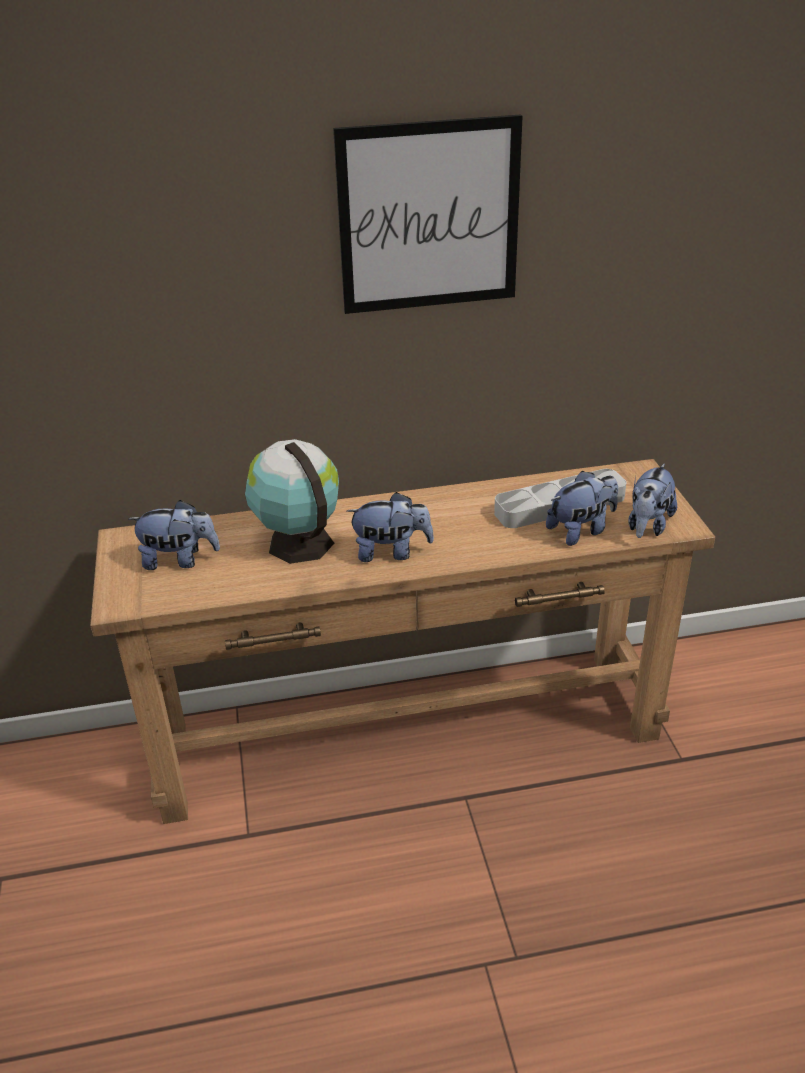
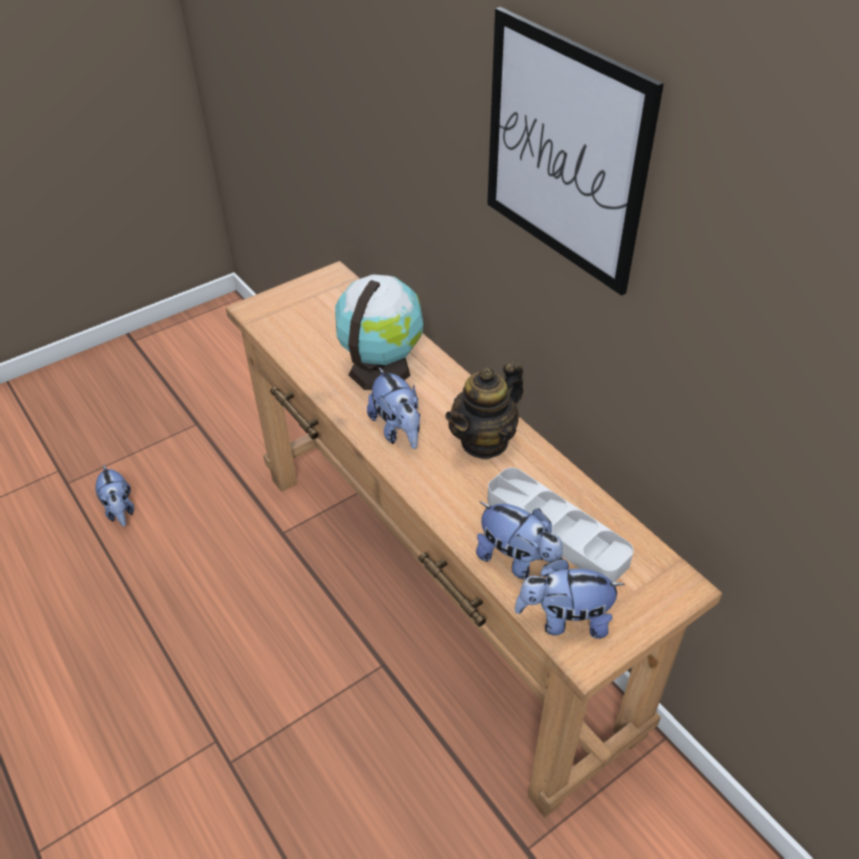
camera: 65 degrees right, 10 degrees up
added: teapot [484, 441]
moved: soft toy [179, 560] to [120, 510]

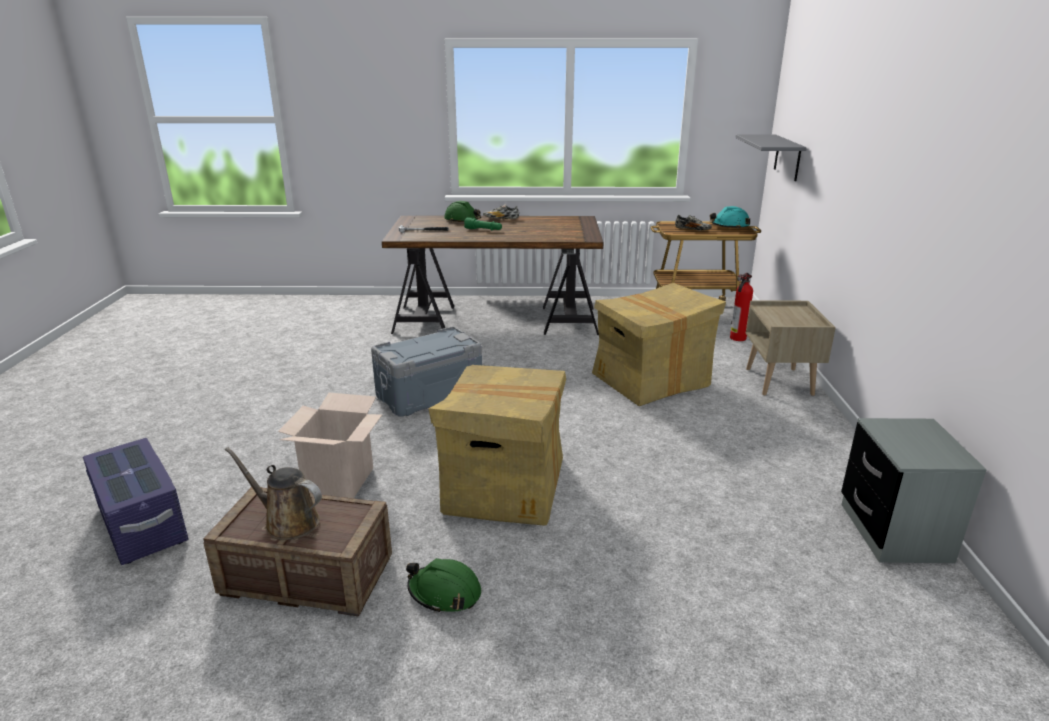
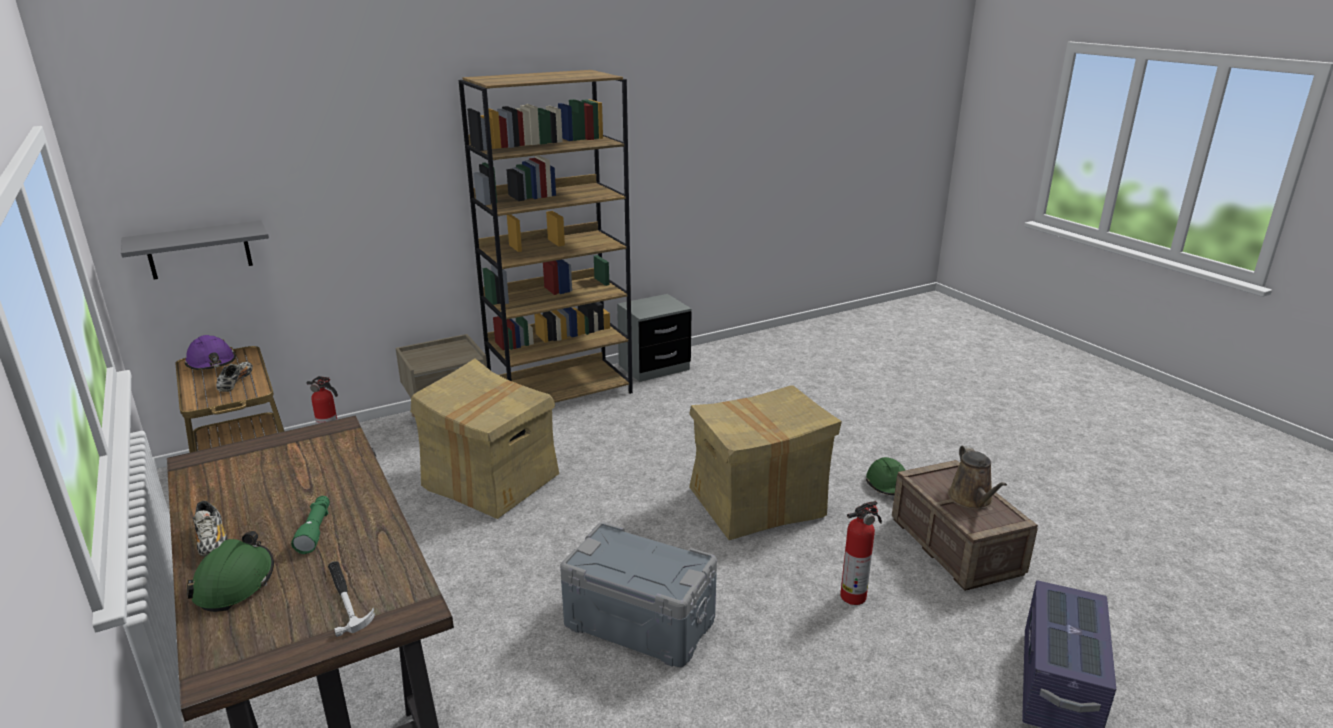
camera: 120 degrees left, 0 degrees up
added: shelving unit (brown) [561, 394]
replaced: carton [339, 481] to fire-fighting cylinder [855, 596]
recoloured: work helmet (blue-green) [729, 226] to work helmet (purple) [212, 363]

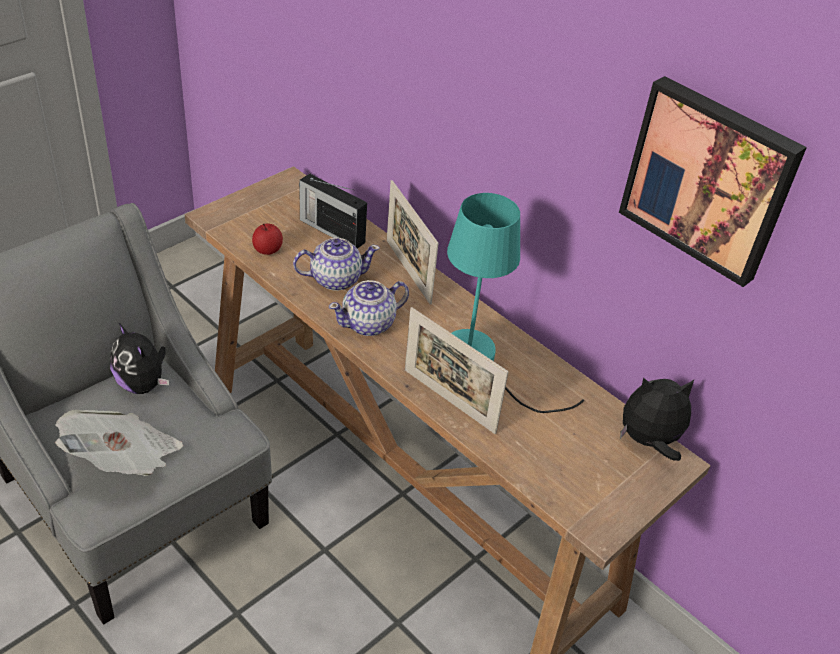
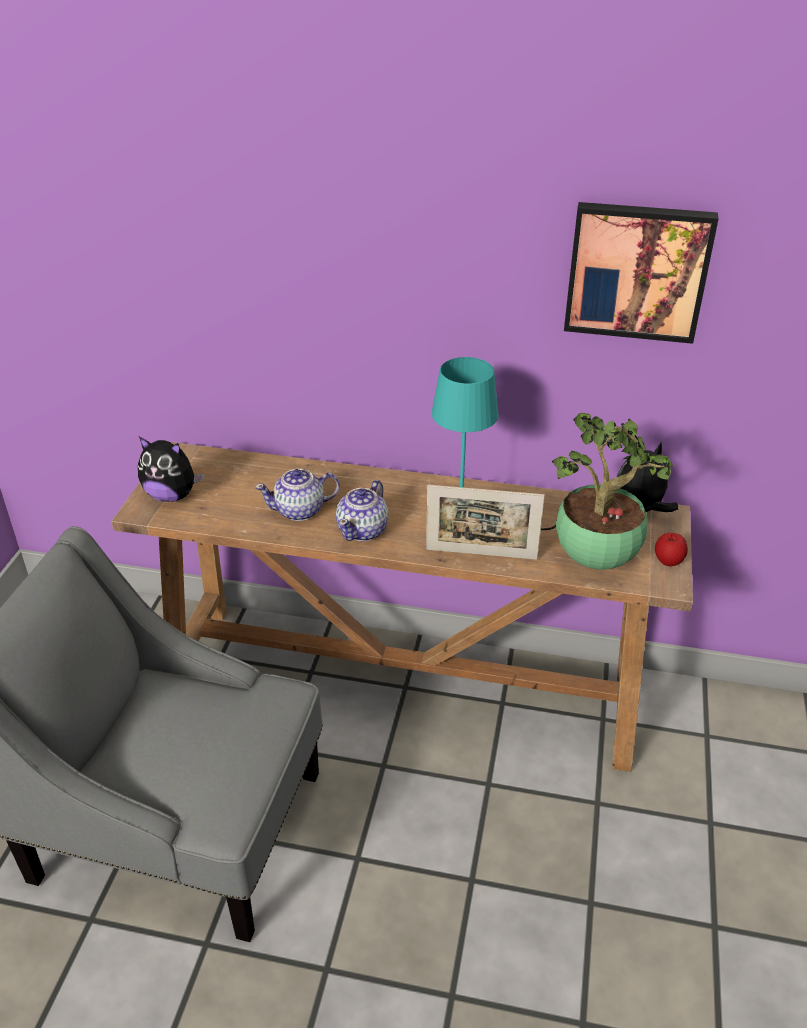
camera: 30 degrees left, 5 degrees down
removed: newspaper [124, 460]; radio set [331, 230]; photo frame [408, 271]
added: potted plant [598, 559]
moved: soft toy [143, 384] to [172, 495]; apple fruit [267, 250] to [668, 560]
turned: teapot [335, 279] = [300, 511] 150 degrees counterclockwise

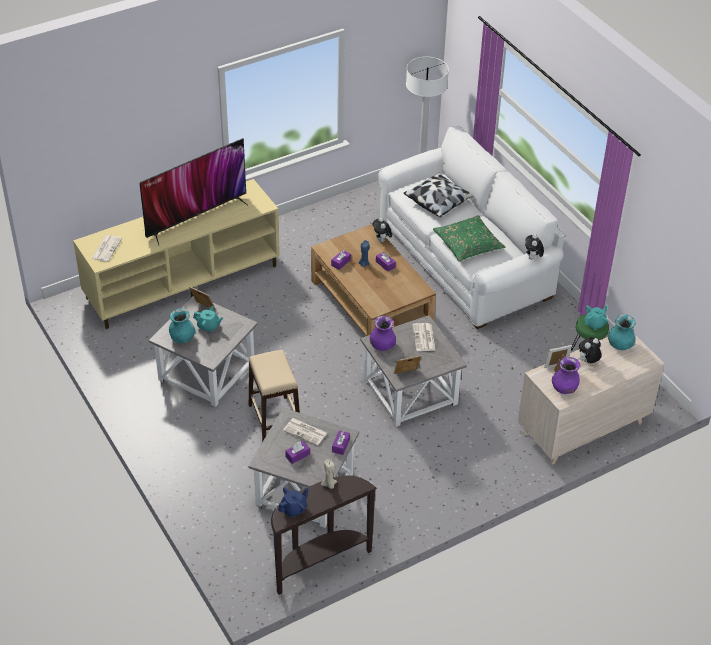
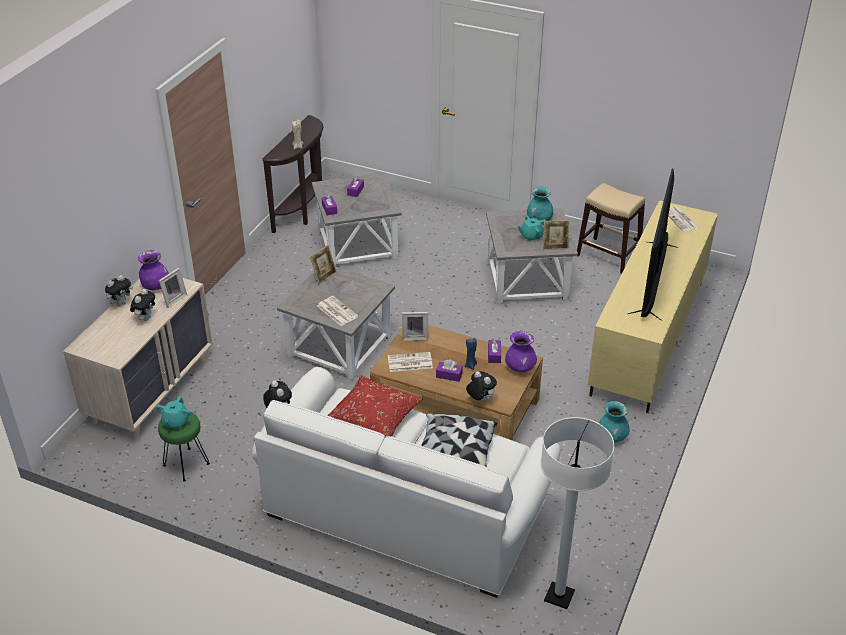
camera: 145 degrees right, 5 degrees down
removed: teapot (blue-coloured) [294, 509]
added: soft toy [121, 303]; photo frame [415, 336]
moved: newspaper [306, 432] to [409, 362]; decorative vase (purple) [382, 346] to [520, 367]; sitting stool (beige-coloured) [274, 420] to [608, 255]; decorative vase (blue-green) [620, 345] to [612, 436]
recoloured: cushion (green) [468, 244] to cushion (red) [373, 417]

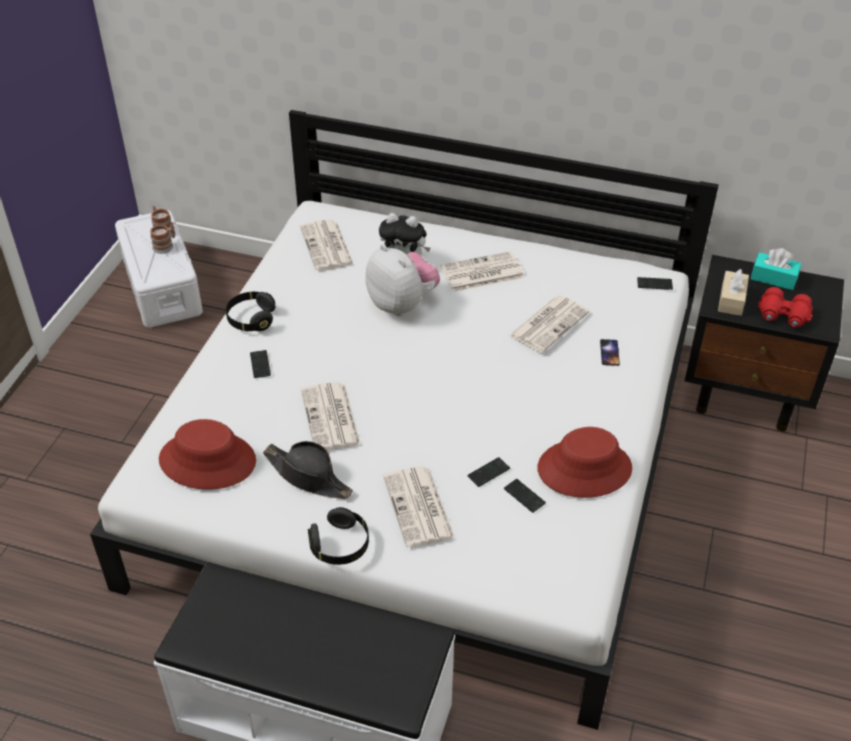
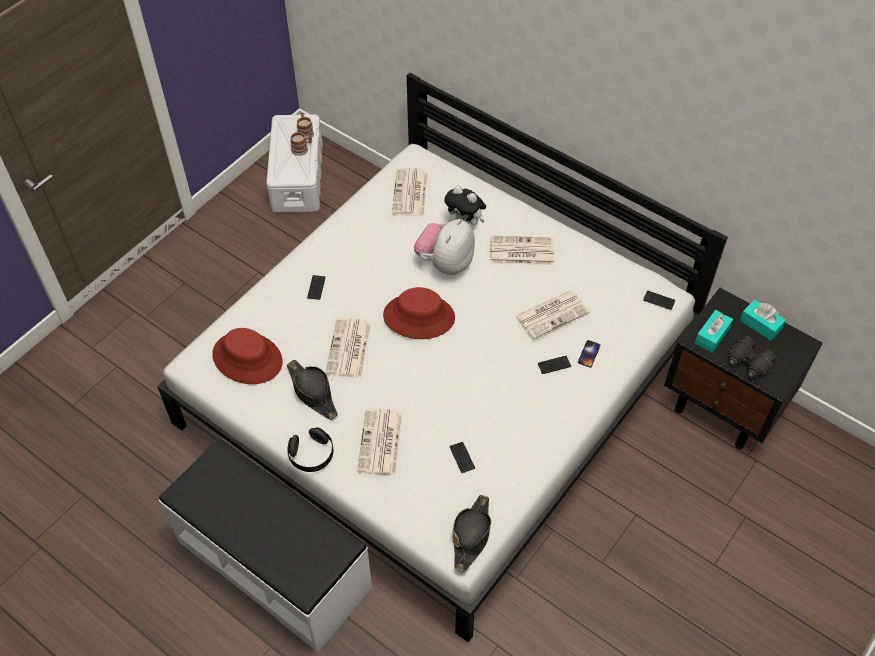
camera: 20 degrees right, 10 degrees up
removed: pair of headphones (black-coloured) [251, 319]
added: hat (black-coloured) [471, 535]
moved: hat (red) [584, 468] to [419, 316]; telephone [488, 473] to [554, 365]
recoloured: tissue holder (beige-coloured) [731, 300] to tissue holder (blue-green) [712, 336]; pair of binoculars (red) [783, 316] to pair of binoculars (black-coloured) [748, 363]
turned: soft toy [402, 304] = [445, 263] 135 degrees counterclockwise

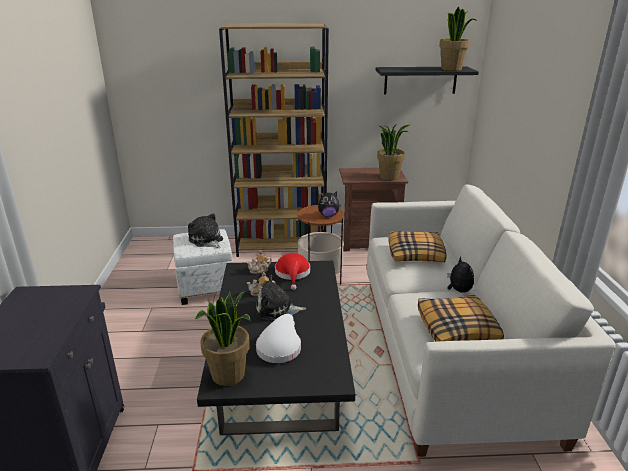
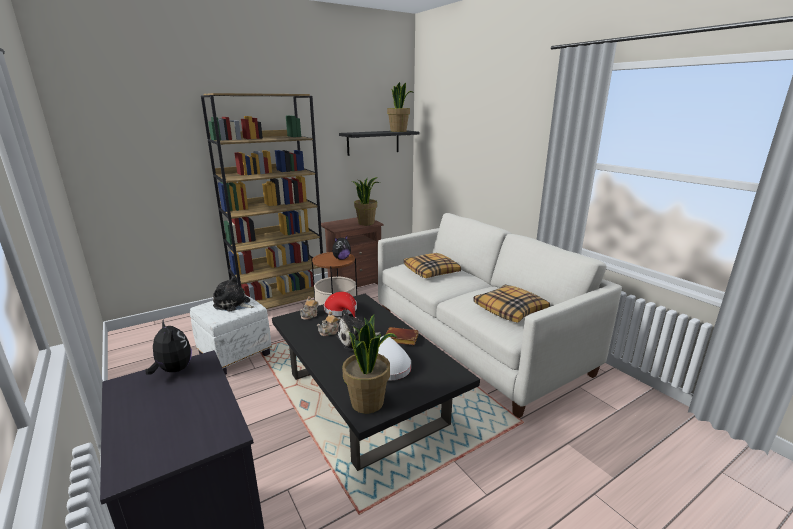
camera: 30 degrees left, 5 degrees down
added: book (brown) [400, 339]
moved: soft toy [458, 290] to [173, 370]

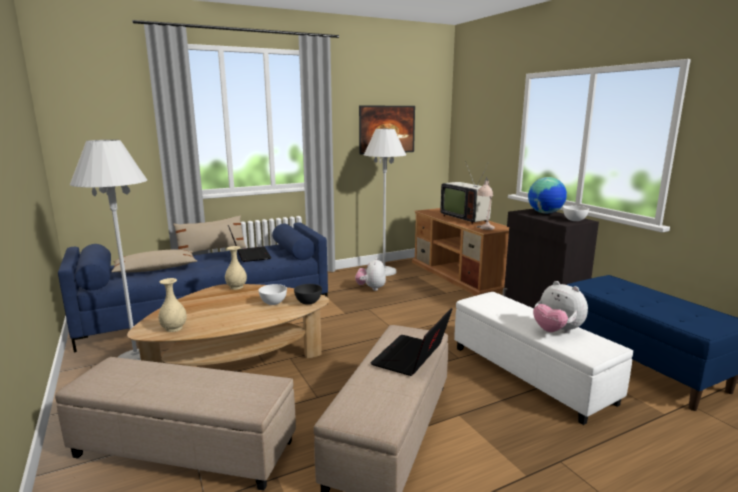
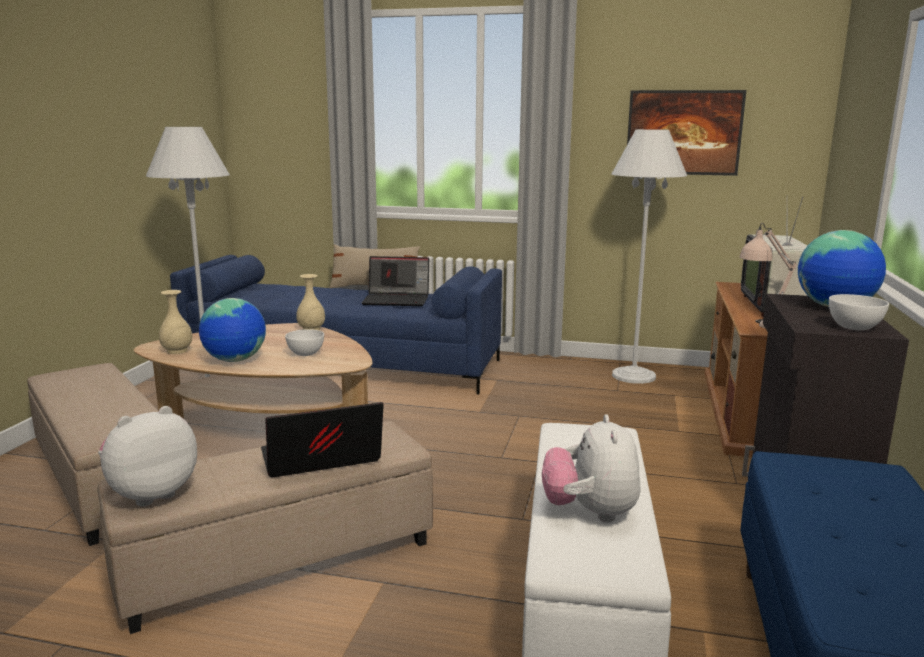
camera: 40 degrees right, 0 degrees up
removed: cushion (beige-coloured) [156, 269]; serving bowl (grey) [308, 302]
added: globe [235, 360]
moved: soft toy [371, 288] to [150, 494]
turned: notebook computer [249, 255] = [397, 300] 75 degrees clockwise

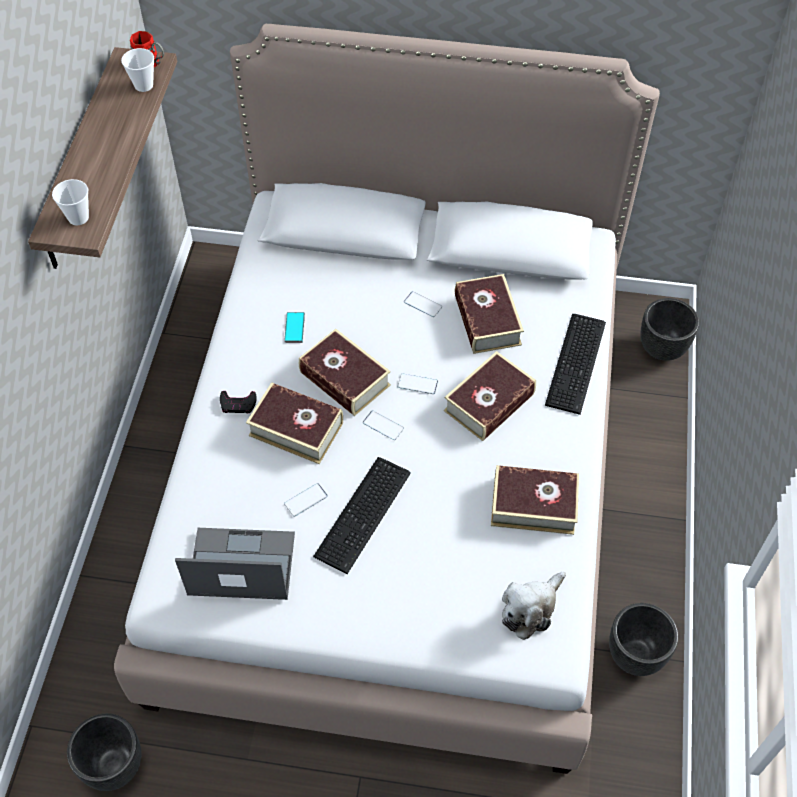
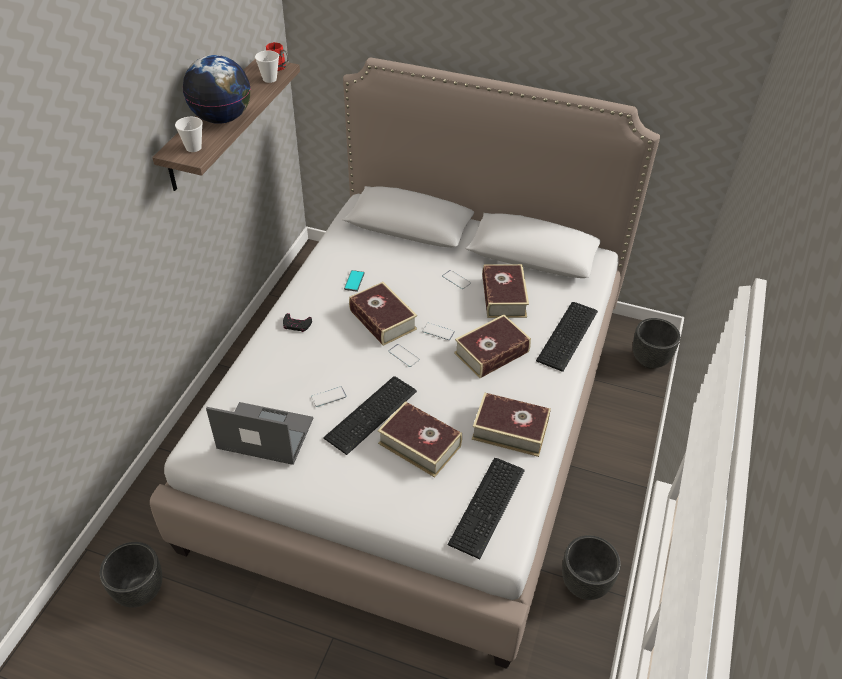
camera: 10 degrees right, 10 degrees down
added: globe [222, 118]
moved: book [296, 429] to [419, 444]
replaced: soft toy [530, 609] to computer keyboard [489, 506]

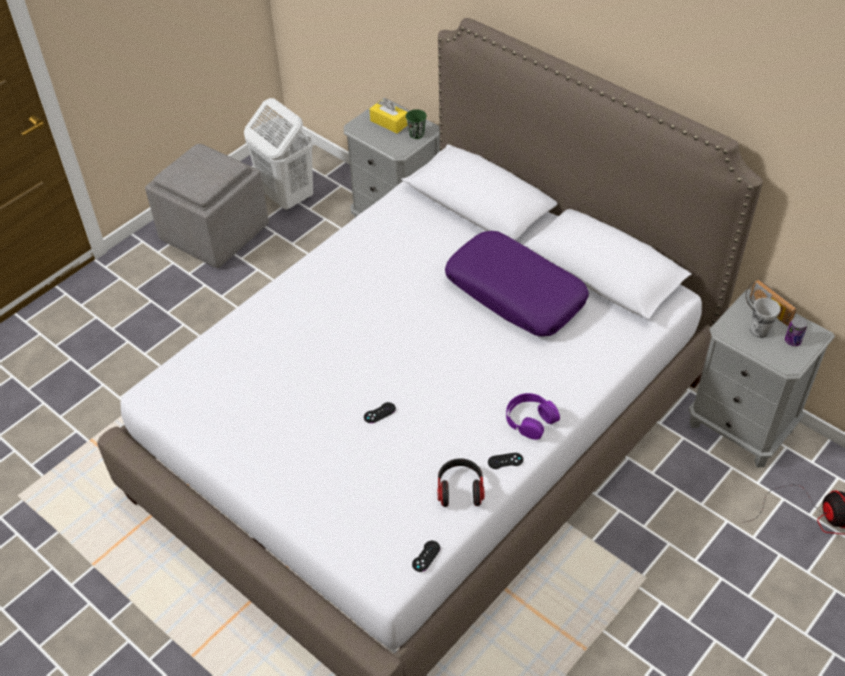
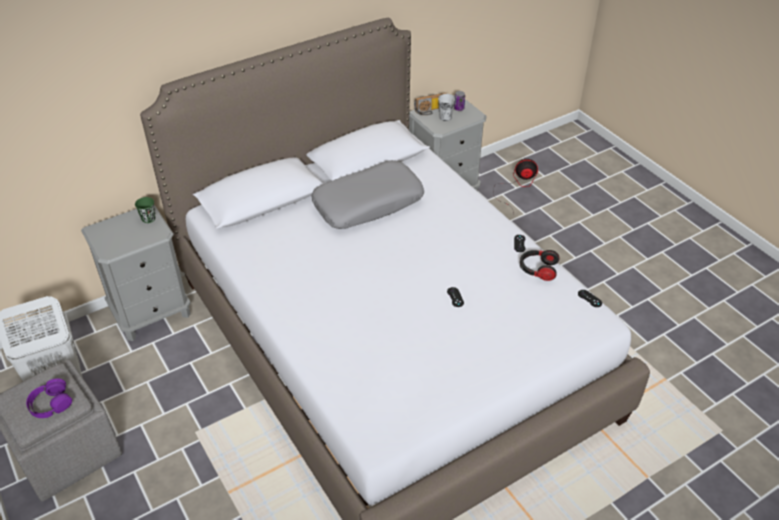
camera: 75 degrees left, 5 degrees down
removed: tissue holder (yellowish) [389, 122]
moved: pair of headphones (purple) [530, 420] to [50, 403]
recoloured: cushion (purple) [516, 293] to cushion (grey) [368, 203]

